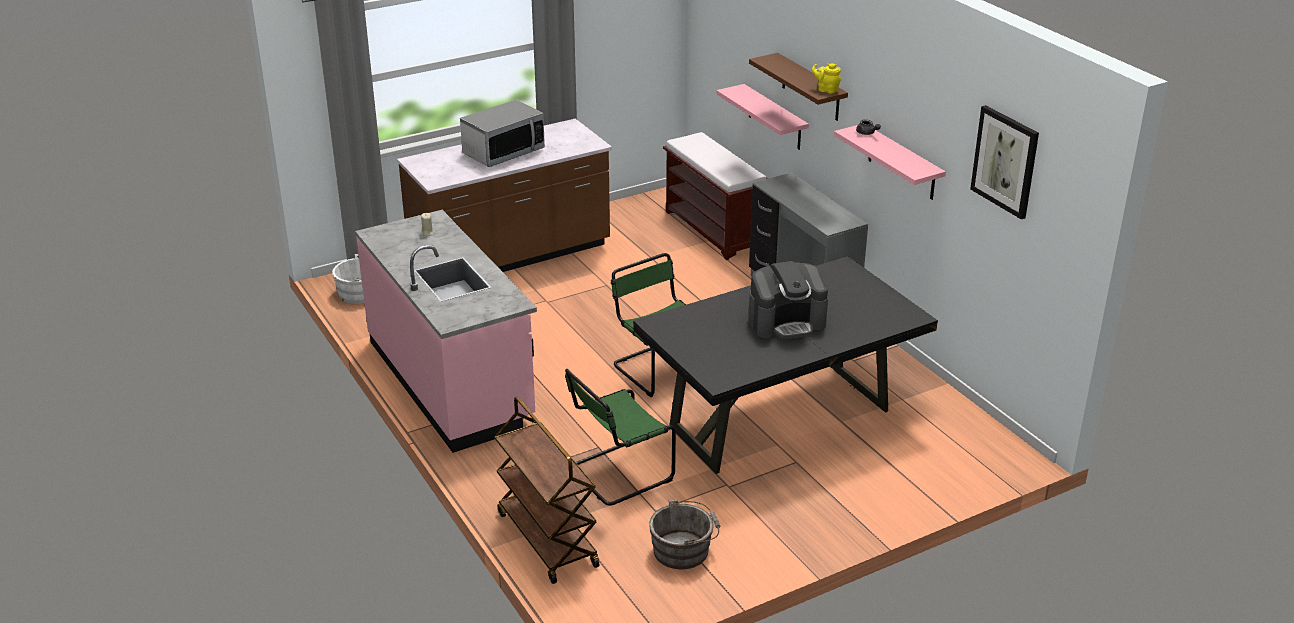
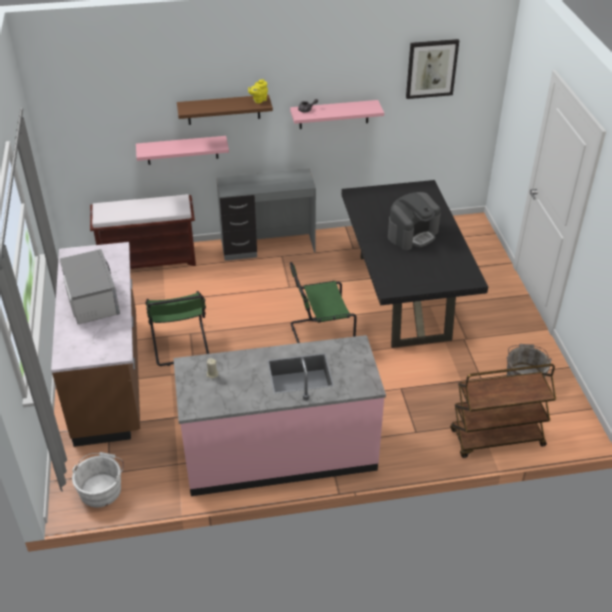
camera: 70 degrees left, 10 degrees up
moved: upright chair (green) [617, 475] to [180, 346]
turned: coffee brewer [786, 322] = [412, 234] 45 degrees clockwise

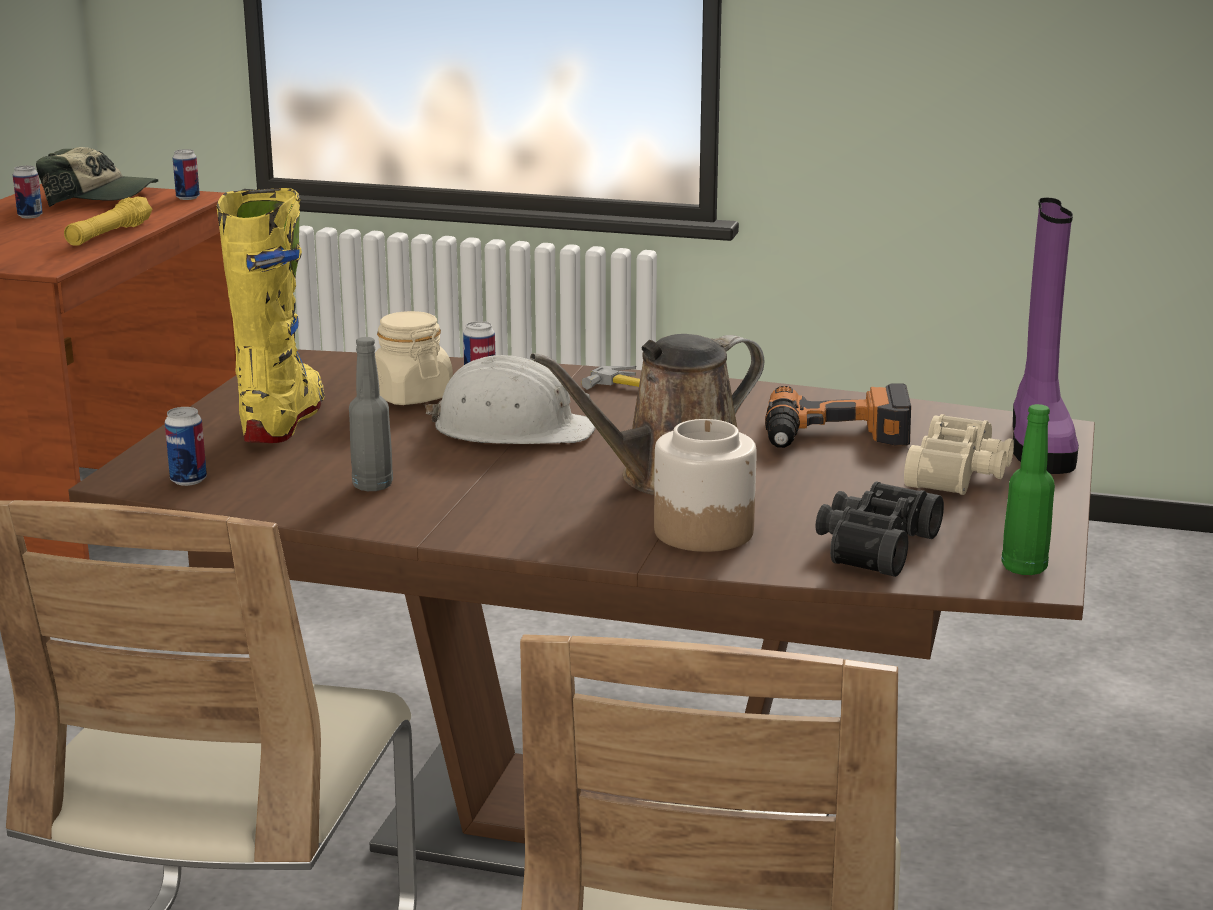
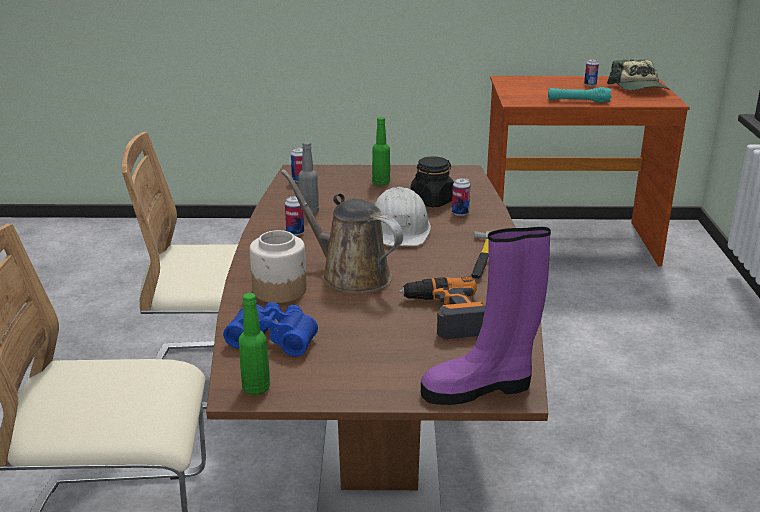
camera: 75 degrees right, 5 degrees up
removed: pair of binoculars (beige-coloured) [961, 475]
moved: sealed can [188, 198] to [295, 233]
replaced: boot (yellowish) [284, 420] to beverage bottle (green) [381, 183]
recoloured: pair of binoculars (black-coloured) [872, 546] to pair of binoculars (blue-coloured) [275, 338]; storage jar (beige-coloured) [411, 396] to storage jar (black-coloured) [432, 201]; flashlight (yellowish) [109, 234] to flashlight (blue-green) [578, 101]

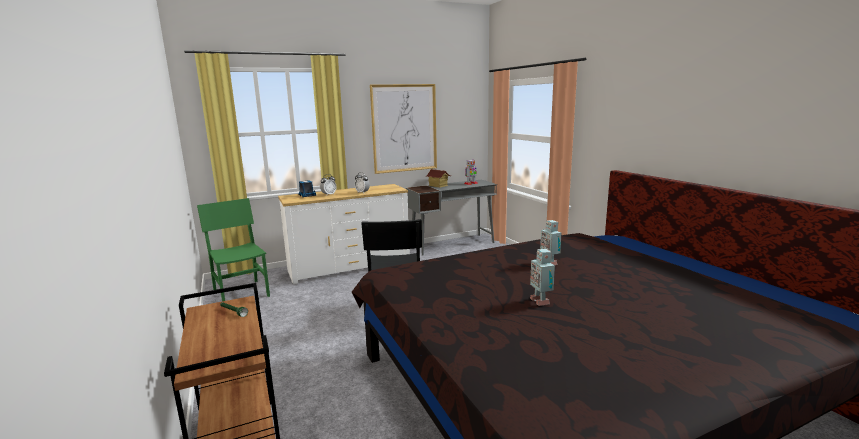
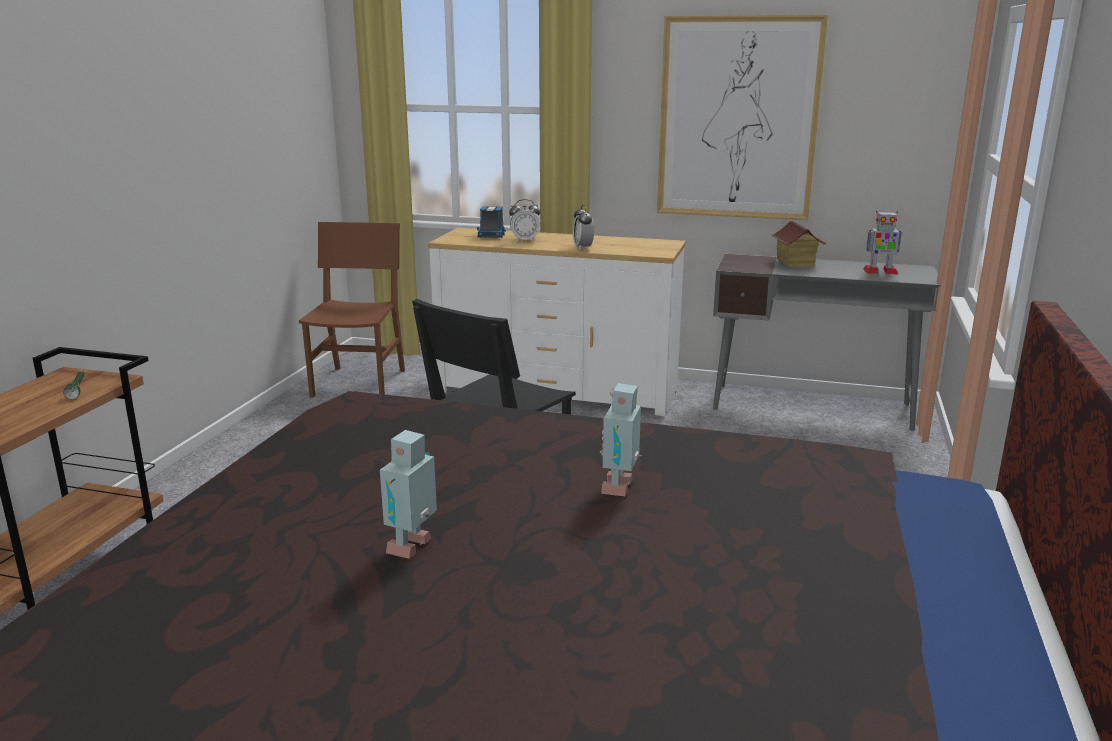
camera: 40 degrees right, 5 degrees up
recoloured: upright chair (green) [241, 293] to upright chair (brown) [359, 383]

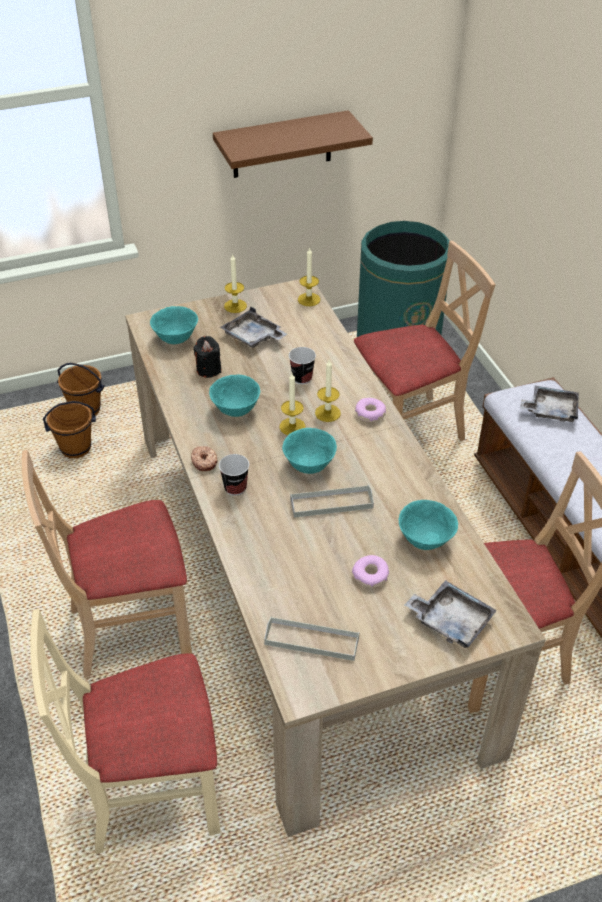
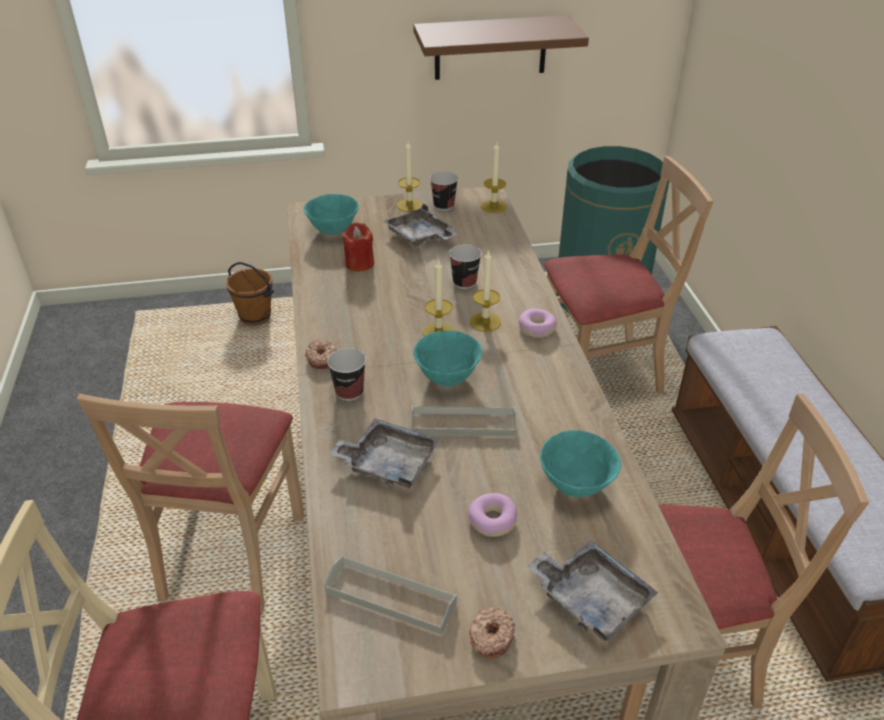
camera: 10 degrees right, 5 degrees down
removed: water bucket (brown) [76, 448]; serving bowl (blue-green) [235, 410]
added: small cup [444, 206]; donut [490, 637]
moved: serving tray (grey) [550, 410] to [388, 463]
recoloured: wax candle (black-coloured) [208, 369] to wax candle (red) [359, 263]
turned: upright chair (beige-coloured) [130, 628] = [230, 554] 75 degrees counterclockwise

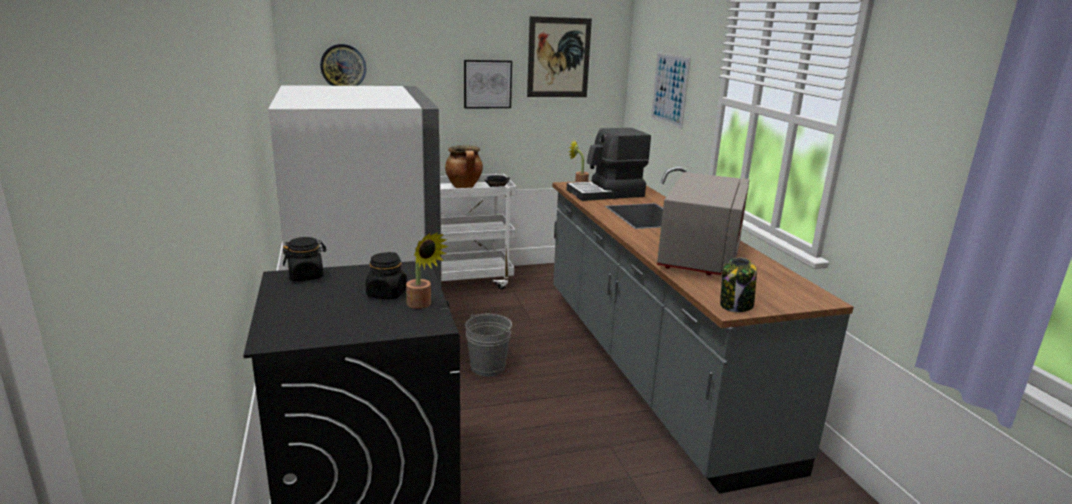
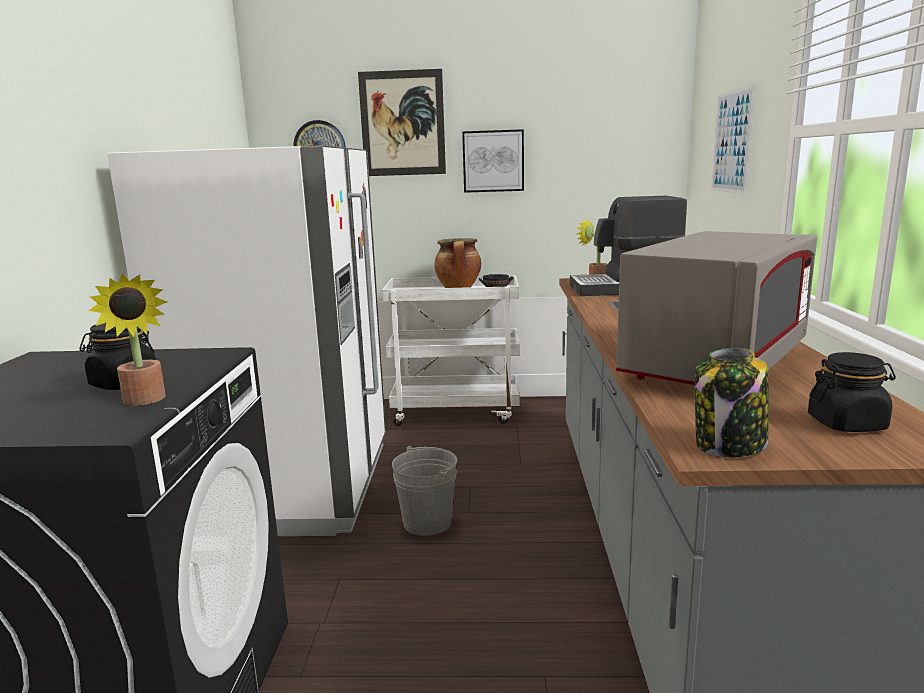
camera: 20 degrees right, 5 degrees down
moved: wall picture [558, 57] to [402, 123]; storage jar (black-coloured) [306, 276] to [847, 423]

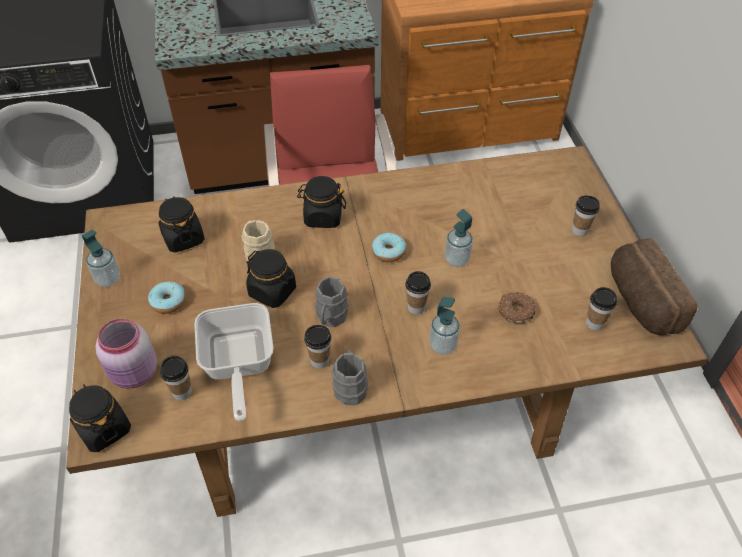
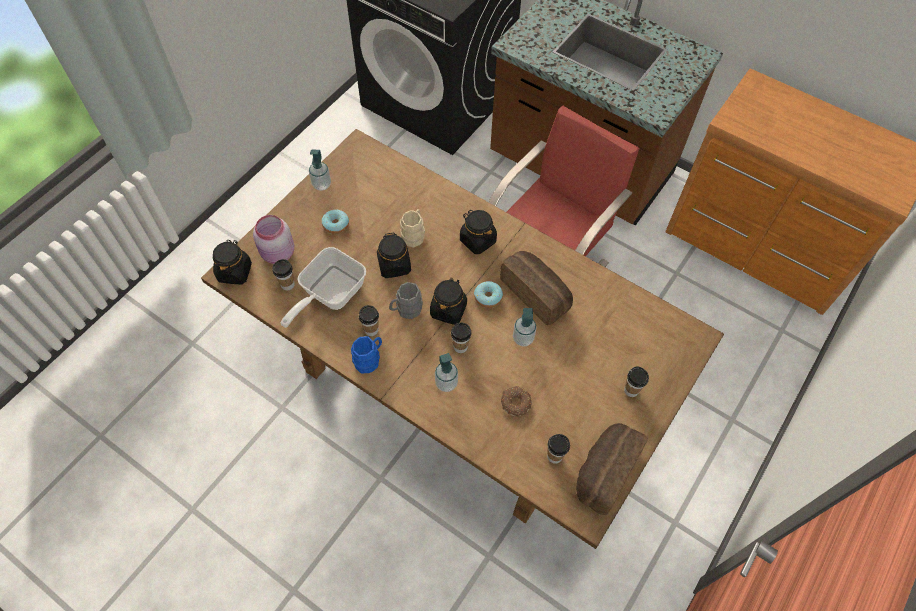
camera: 45 degrees right, 10 degrees up
added: bread [537, 293]
moved: storage jar (black-coloured) [183, 238] to [448, 310]
recoloured: coffee mug (grey) [350, 386] to coffee mug (blue-coloured) [369, 359]

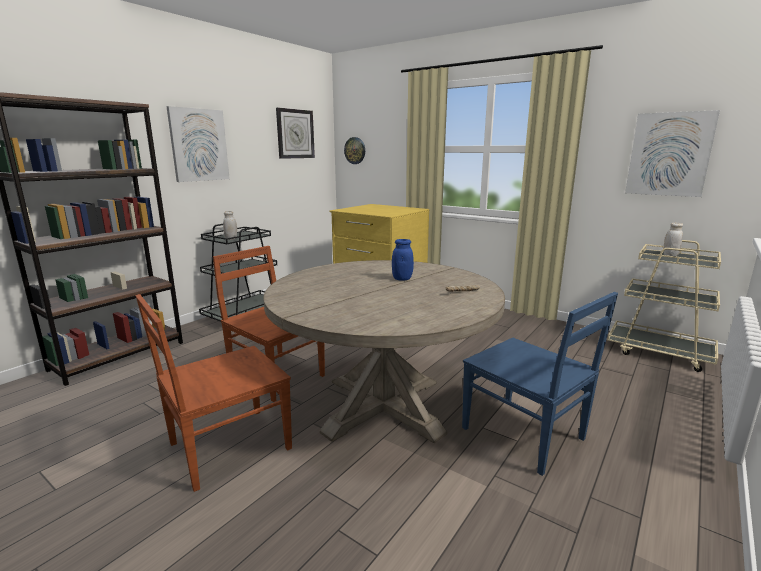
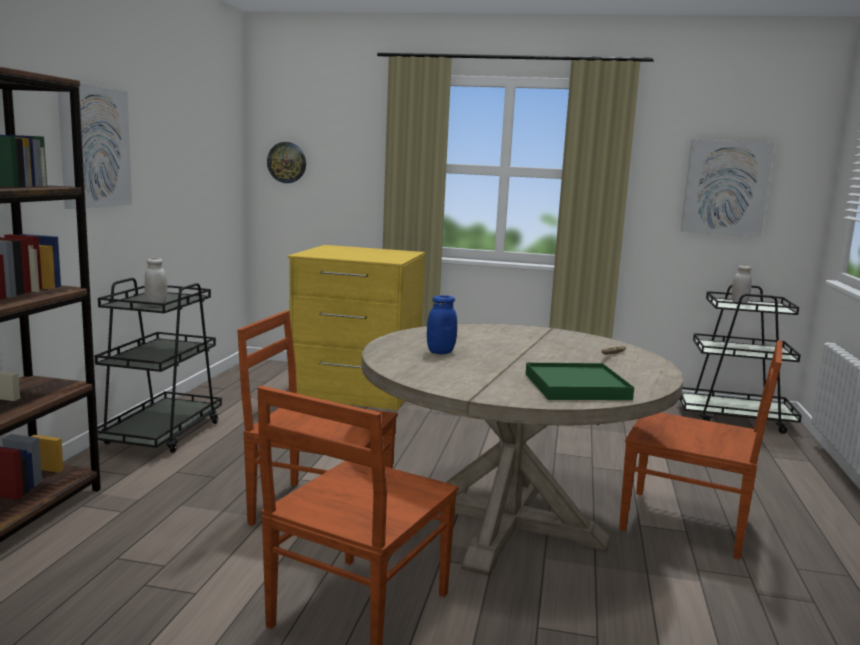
camera: 25 degrees left, 5 degrees down
removed: hanging clock [295, 134]
added: serving tray (green) [576, 387]
moved: storage jar (blue-coloured) [402, 279] to [440, 352]
recoloured: upright chair (blue-coloured) [525, 435] to upright chair (brown) [688, 524]; trolley (beige-coloured) [659, 352] to trolley (black-coloured) [734, 418]

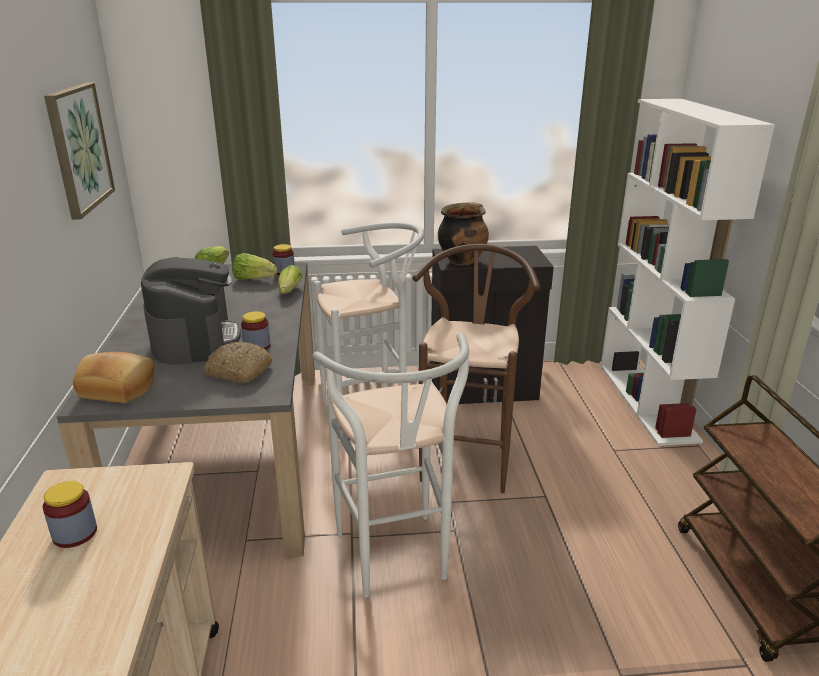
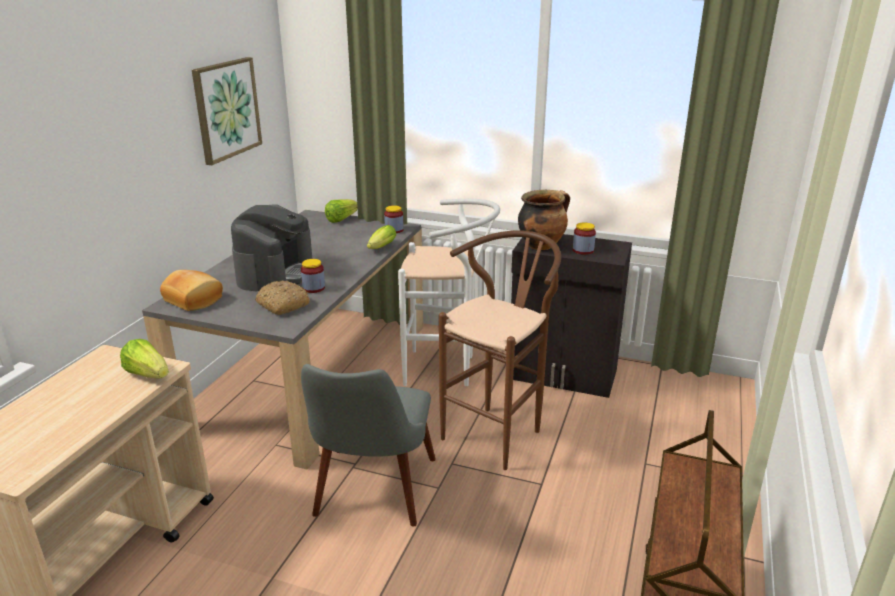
camera: 25 degrees right, 0 degrees up
removed: shelving unit (whitish) [647, 401]
moved: head of lettuce [253, 279] to [148, 374]; storage jar [75, 533] to [583, 250]
replaced: sitting stool (whitish) [396, 563] to upright chair (grey) [371, 497]

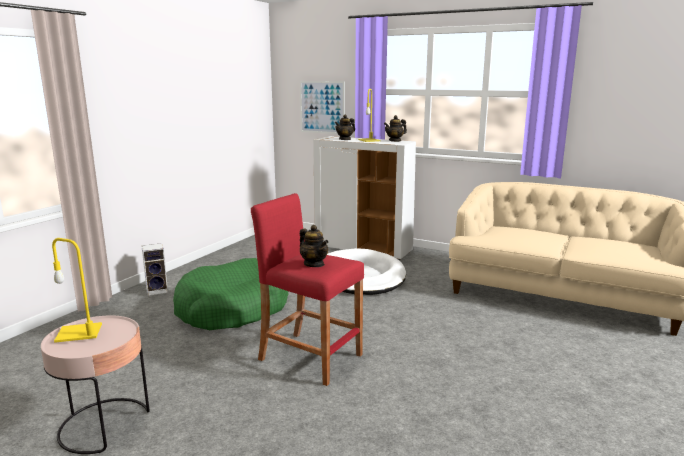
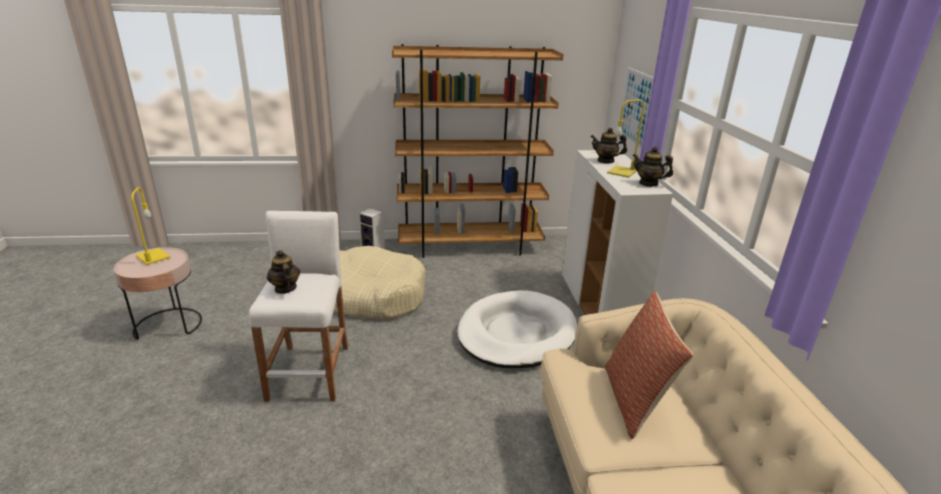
camera: 55 degrees right, 10 degrees up
added: shelving unit (brown) [470, 247]; cushion [635, 400]
recoloured: sitting stool (red) [310, 357] to sitting stool (whitish) [310, 372]; dog bed (green) [232, 308] to dog bed (beige-coloured) [371, 295]
turned: teapot [314, 264] = [285, 288] 135 degrees clockwise

